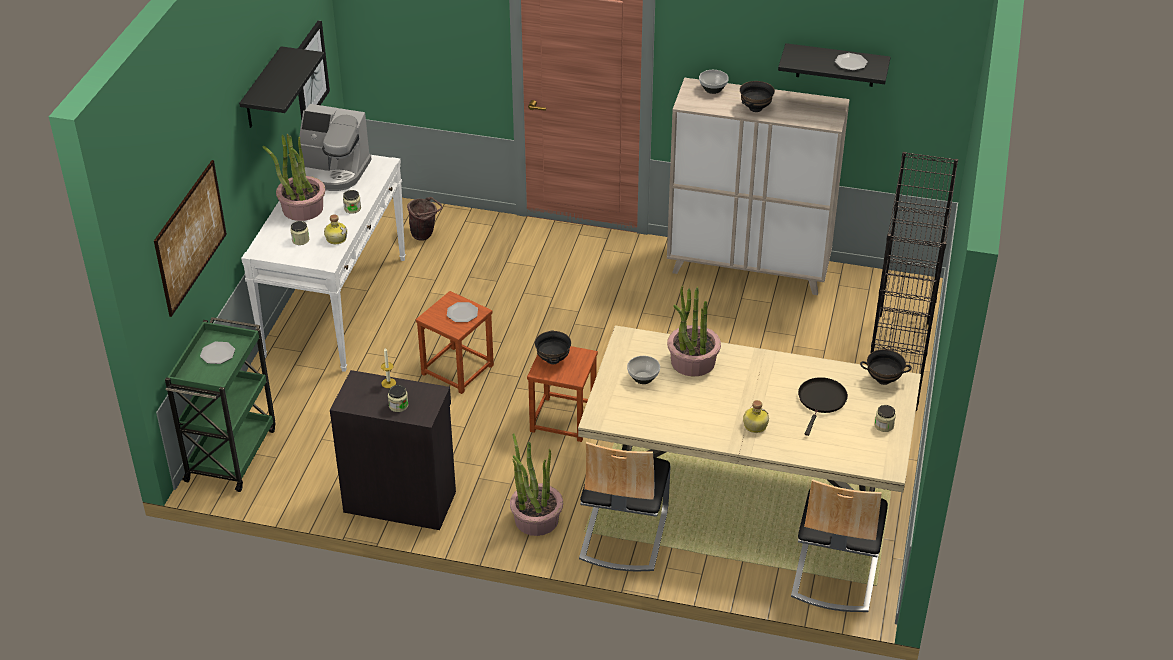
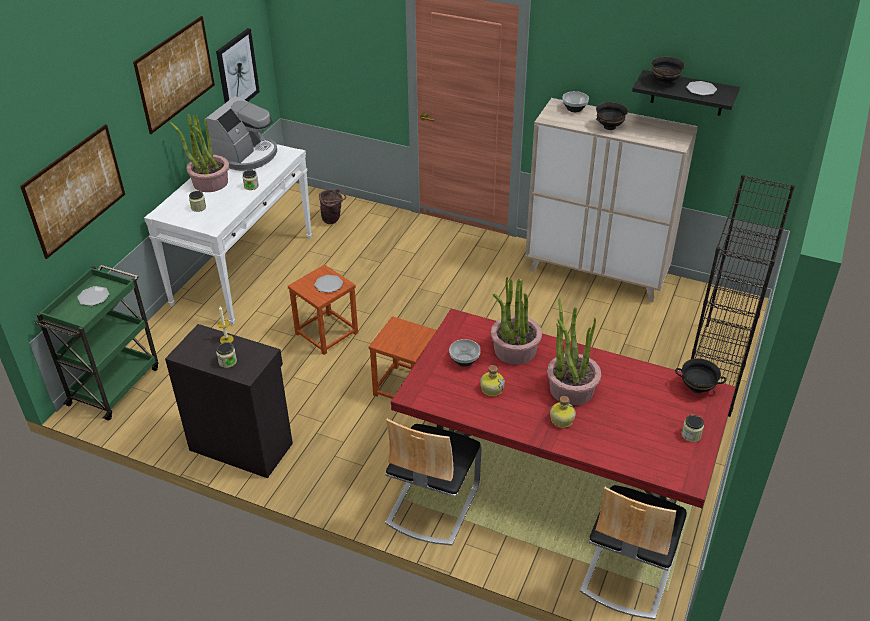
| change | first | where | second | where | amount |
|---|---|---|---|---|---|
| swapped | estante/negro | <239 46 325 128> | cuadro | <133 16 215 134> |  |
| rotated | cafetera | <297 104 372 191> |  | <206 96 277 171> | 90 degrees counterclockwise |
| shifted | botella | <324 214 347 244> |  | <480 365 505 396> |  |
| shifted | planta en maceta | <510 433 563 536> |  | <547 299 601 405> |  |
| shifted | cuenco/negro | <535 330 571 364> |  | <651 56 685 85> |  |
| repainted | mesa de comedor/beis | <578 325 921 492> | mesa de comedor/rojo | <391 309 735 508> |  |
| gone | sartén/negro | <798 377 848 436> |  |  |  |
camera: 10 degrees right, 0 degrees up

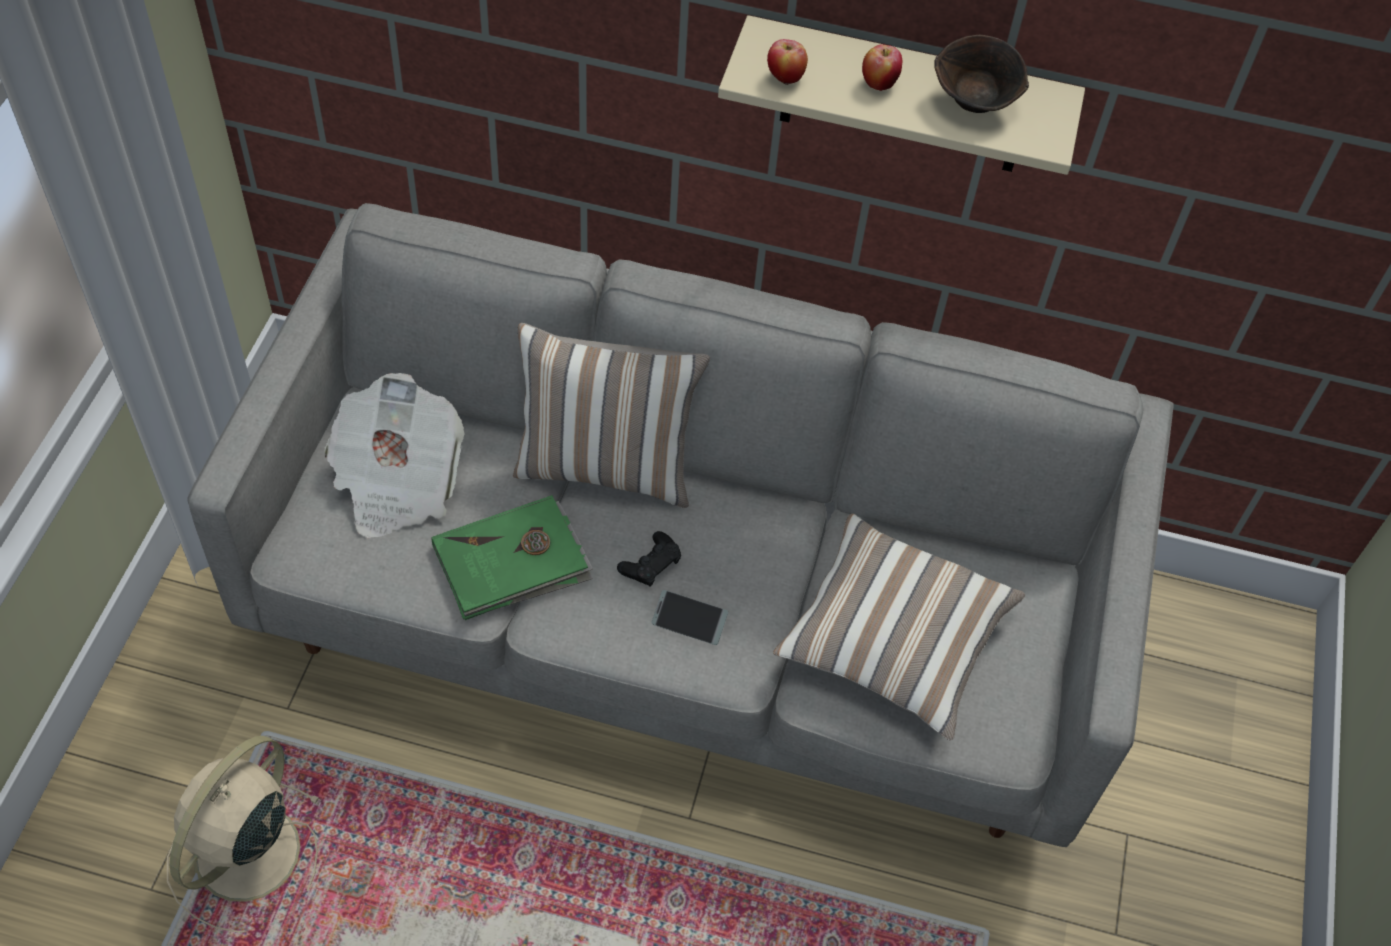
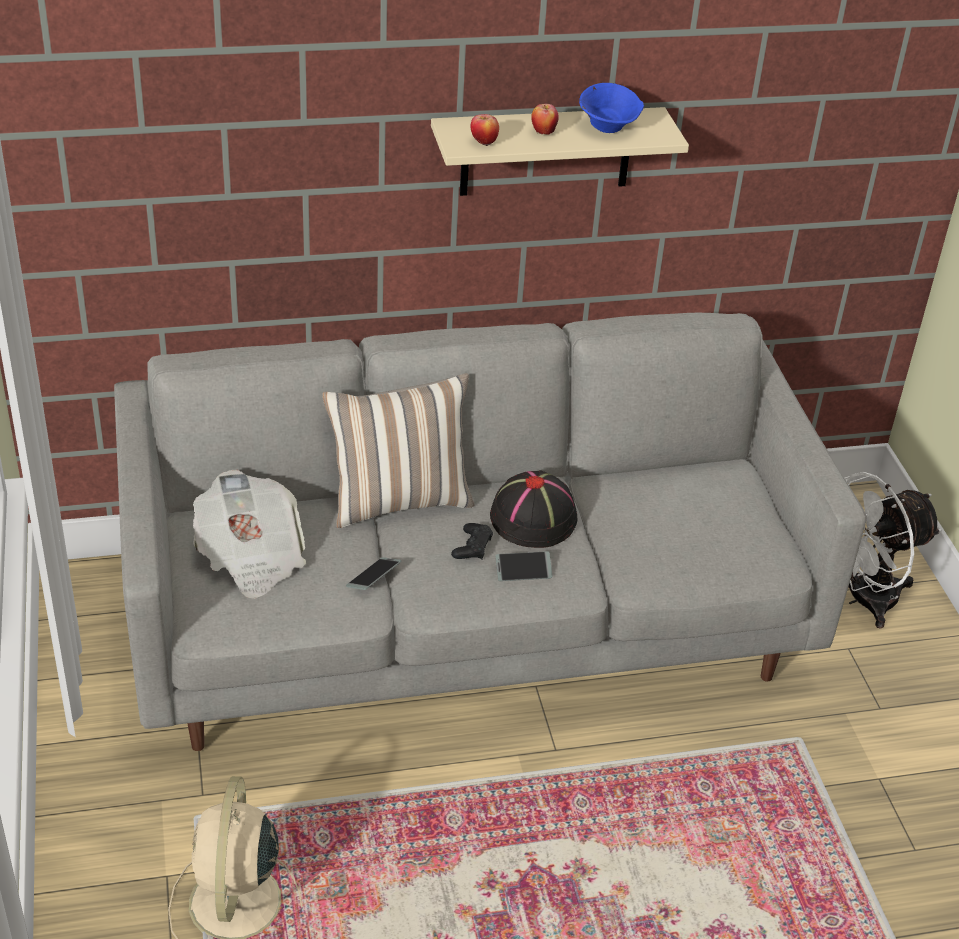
| change | first | where | second | where | amount |
|---|---|---|---|---|---|
| swapped | libro/verde | <431 495 593 620> | móvil | <346 557 401 590> |  |
| gone | cojín | <773 513 1025 740> |  |  |  |
| repainted | cuenco/marrón | <934 35 1029 113> | cuenco/azul | <579 83 644 133> |  |
| new |  |  | sombrero/negro | <490 470 577 548> |  |
| new |  |  | ventilador/blanco | <845 472 942 629> |  |
camera: 25 degrees left, 15 degrees down

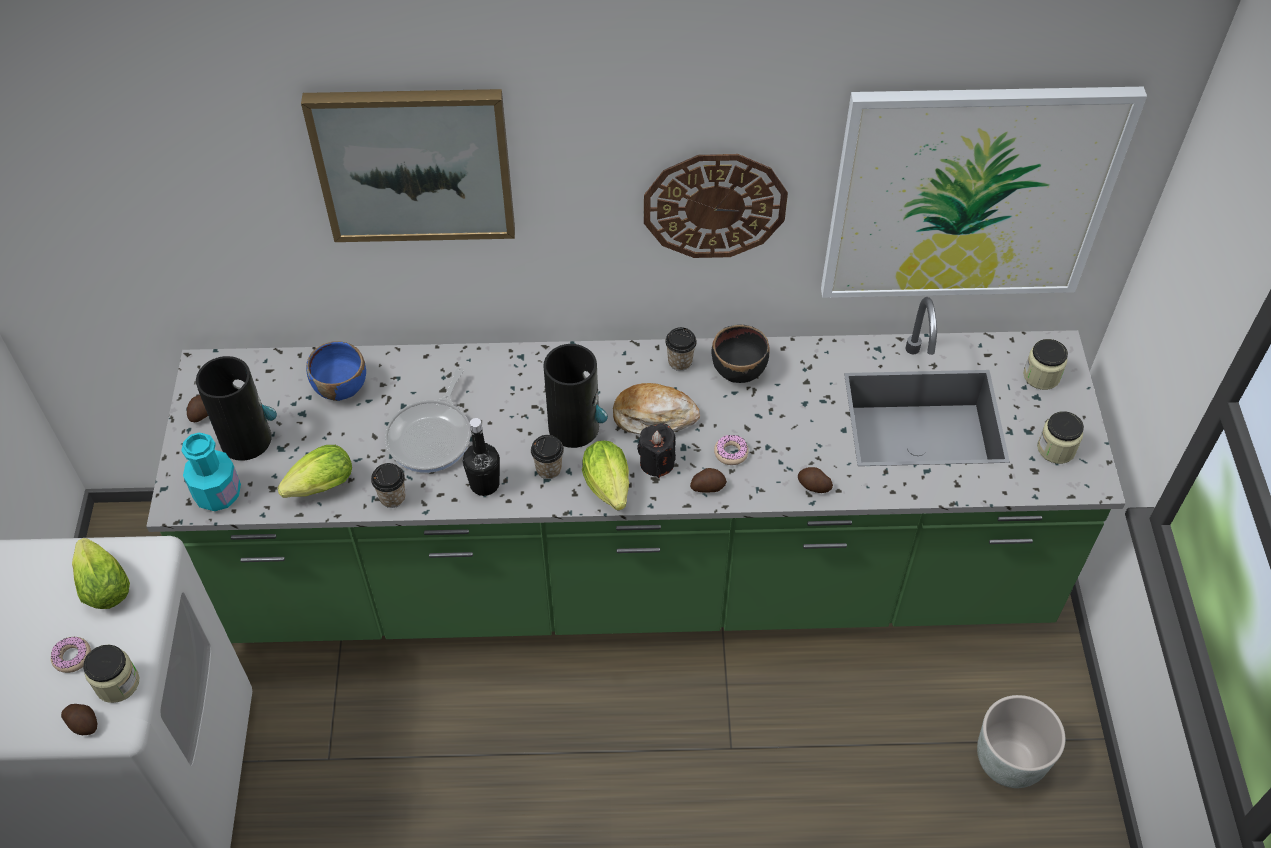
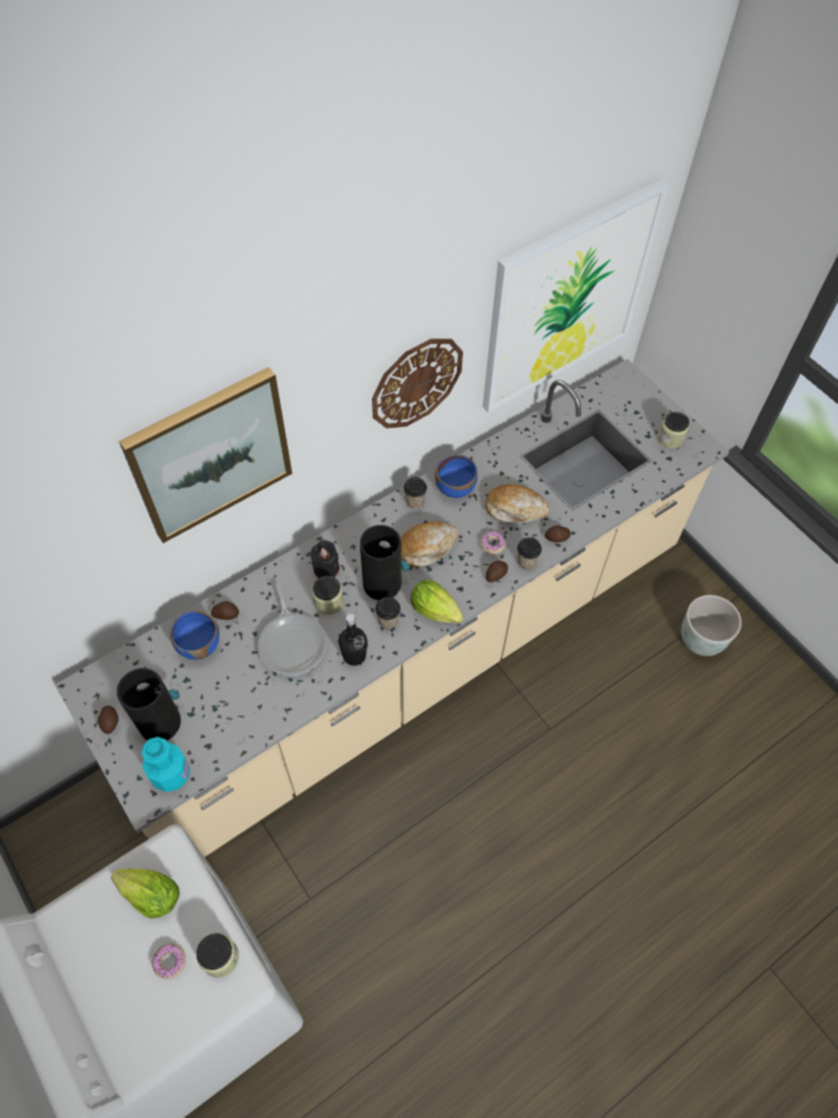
| change | first | where | second | where | amount |
|---|---|---|---|---|---|
| shifted | patata | <61 704 97 735> |  | <211 601 239 620> |  |
| repainted | mueble bajo de cocina/verde | <146 297 1126 643> | mueble bajo de cocina/beis | <55 359 729 857> |  |
| gone | lechuga | <277 445 352 498> |  |  |  |
| shifted | taza | <371 463 405 508> |  | <517 537 542 570> |  |
| shifted | vela/negro | <637 423 676 478> |  | <310 540 340 578> |  |
| repainted | cuenco/negro | <711 324 770 383> | cuenco/azul | <435 454 478 498> |  |
| shifted | tarro | <1023 339 1068 390> |  | <312 576 343 615> |  |
| new |  |  | pan | <486 484 549 523> |  |
camera: 35 degrees left, 5 degrees up

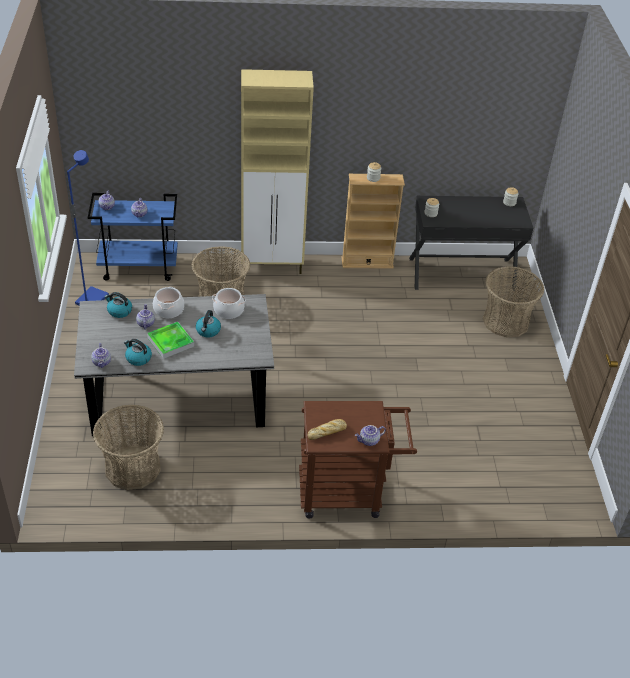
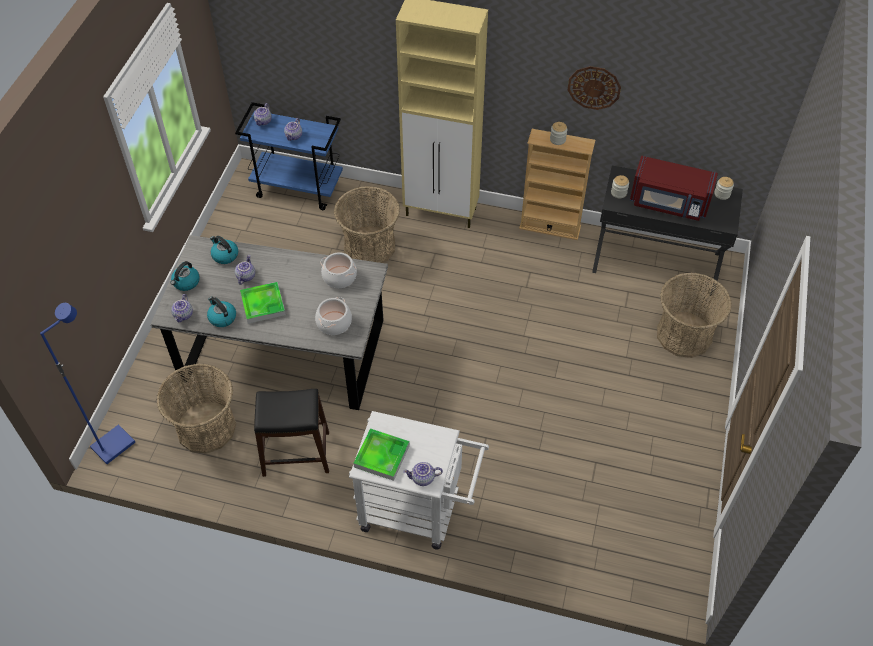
| change | first | where | second | where | amount |
|---|---|---|---|---|---|
| shifted | lámpara de pie/azul | <67 150 109 306> |  | <40 303 135 464> |  |
| shifted | olla | <153 287 184 318> |  | <315 297 352 335> |  |
| shifted | hervidor | <196 310 221 337> |  | <171 261 200 291> |  |
| repainted | carrito/marrón | <299 401 417 519> | carrito/blanco | <349 411 489 550> |  |
| swapped | pan | <307 419 347 440> | bandeja | <353 428 410 481> |  |
| new |  |  | taburete/negro | <254 389 329 477> |  |
| new |  |  | reloj de pared | <568 66 621 110> |  |
| new |  |  | microondas/rojo | <630 156 718 221> |  |
camera: 20 degrees right, 10 degrees up

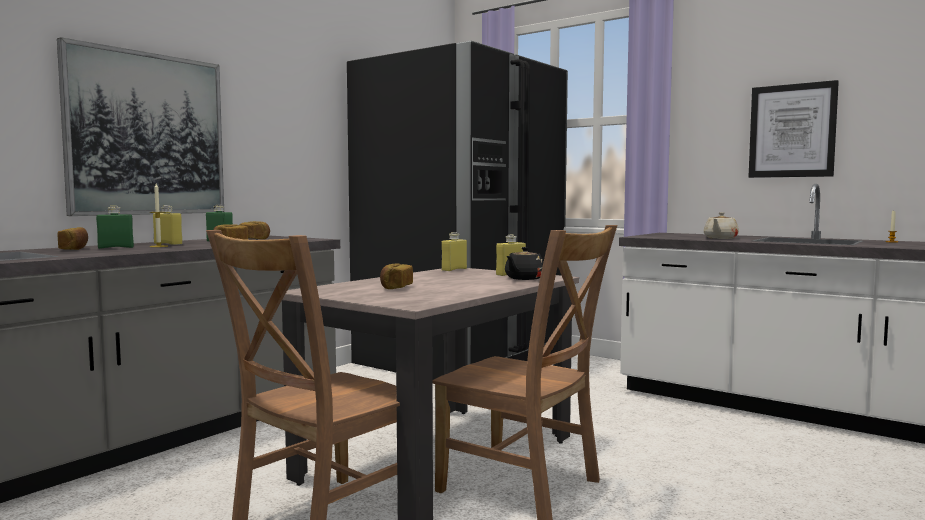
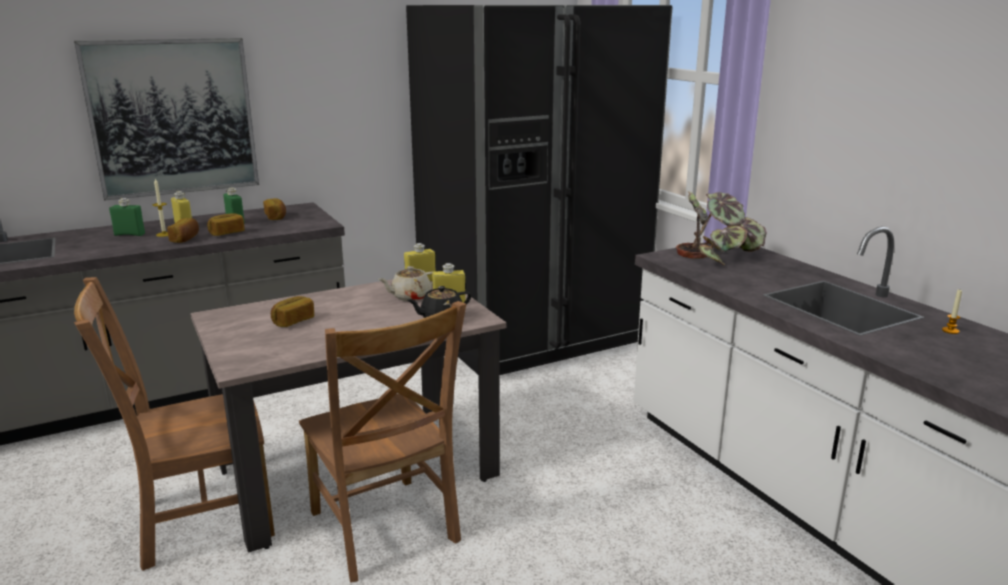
| change | first | where | second | where | amount |
|---|---|---|---|---|---|
| shifted | pan | <58 227 88 250> |  | <167 218 199 243> |  |
| shifted | tetera/beis | <704 212 739 239> |  | <378 266 434 301> |  |
| gone | cuadro | <749 80 839 178> |  |  |  |
| new |  |  | planta en maceta | <676 191 767 265> |  |
camera: 25 degrees right, 15 degrees up

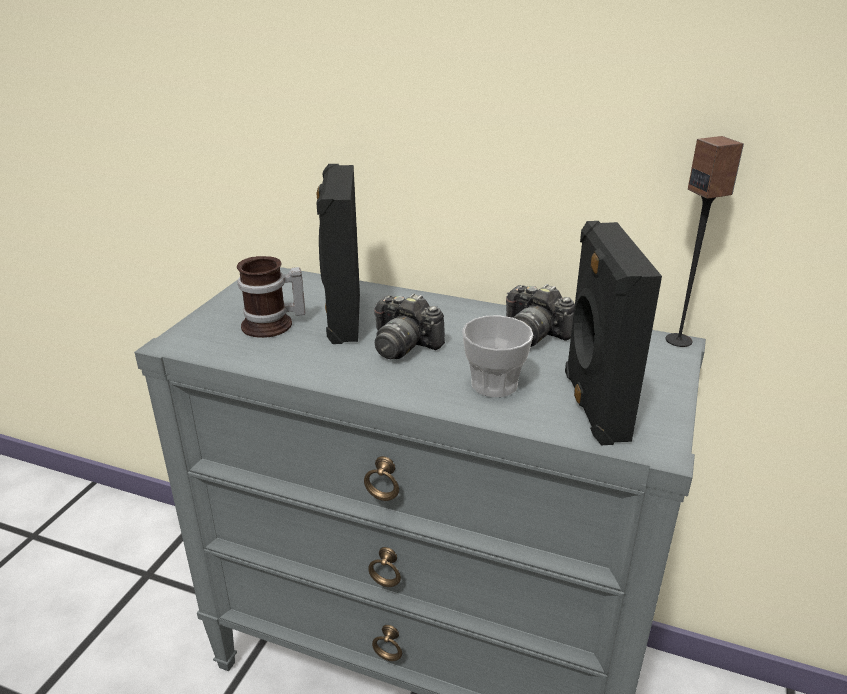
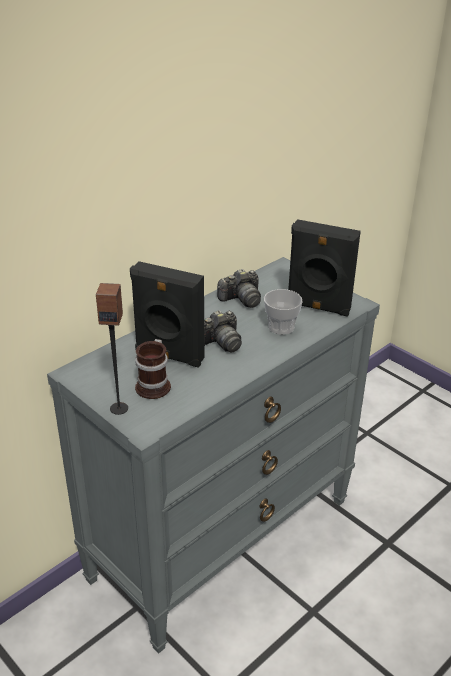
| change | first | where | second | where | amount |
|---|---|---|---|---|---|
| shifted | altavoz | <665 136 744 347> |  | <96 283 128 415> |  |
camera: 65 degrees left, 5 degrees up

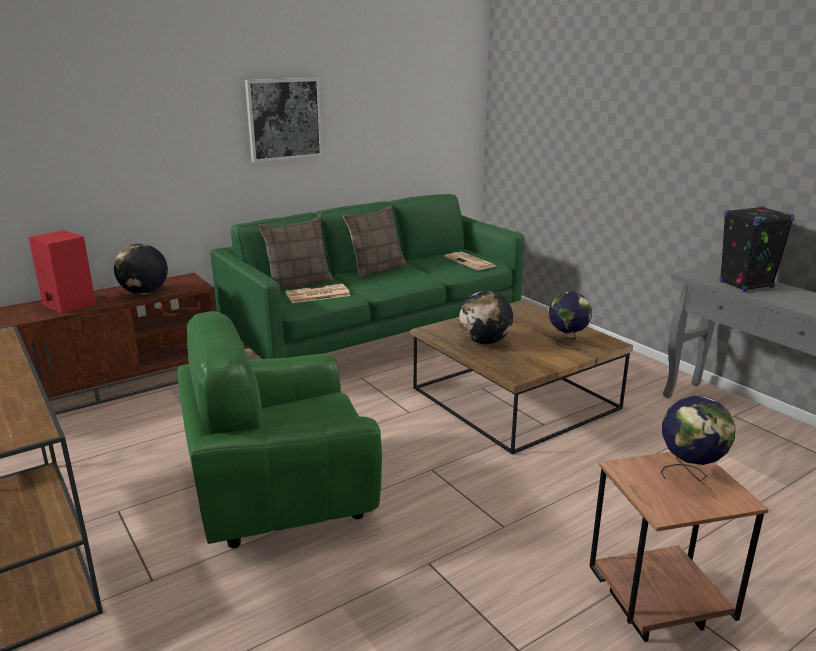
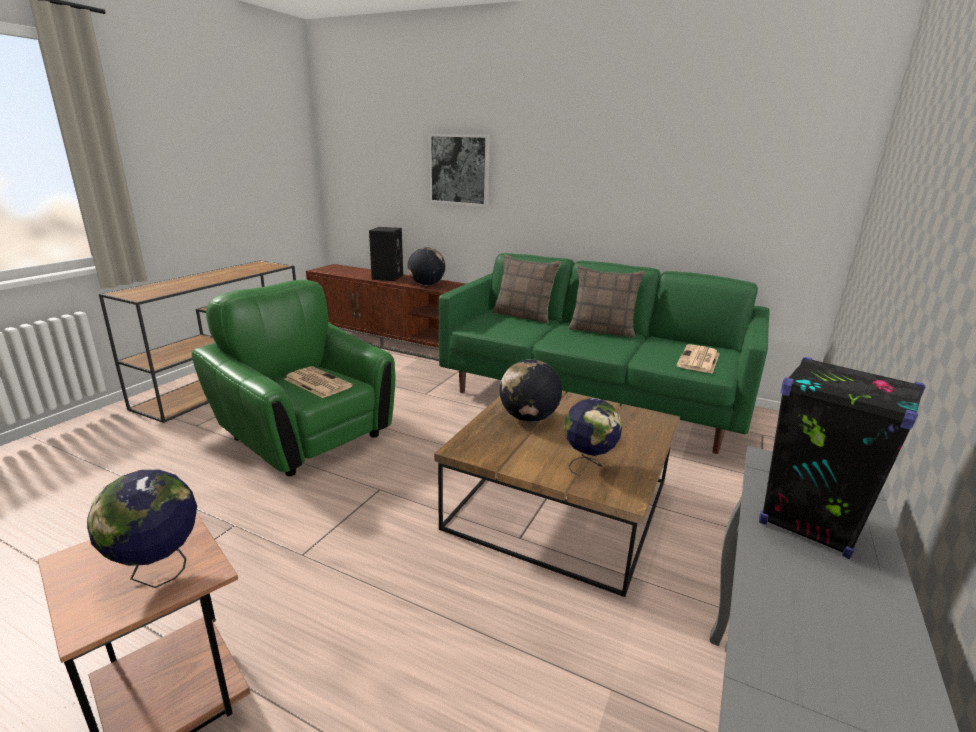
| change | first | where | second | where | amount |
|---|---|---|---|---|---|
| repainted | altavoz/rojo | <28 230 96 314> | altavoz/negro | <369 227 403 281> |  |
| shifted | cuadro | <245 78 323 162> |  | <429 134 490 207> |  |
| shifted | periódico | <285 284 351 303> |  | <285 366 353 398> |  |
camera: 60 degrees right, 0 degrees up

